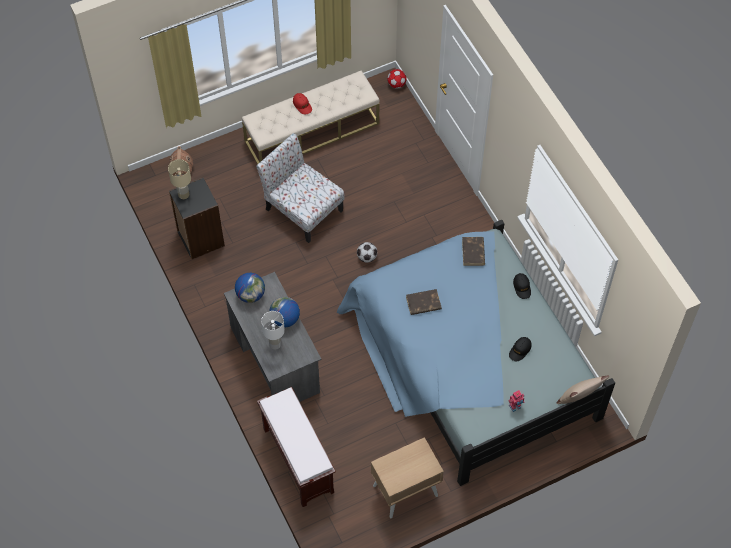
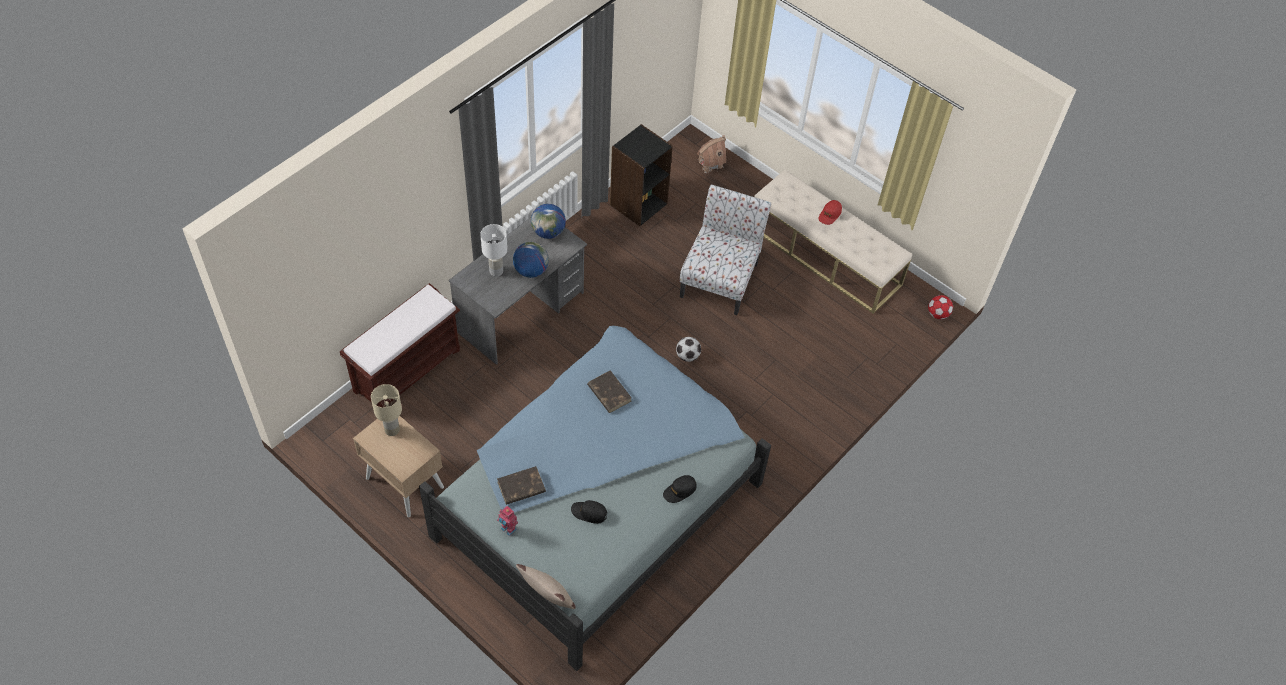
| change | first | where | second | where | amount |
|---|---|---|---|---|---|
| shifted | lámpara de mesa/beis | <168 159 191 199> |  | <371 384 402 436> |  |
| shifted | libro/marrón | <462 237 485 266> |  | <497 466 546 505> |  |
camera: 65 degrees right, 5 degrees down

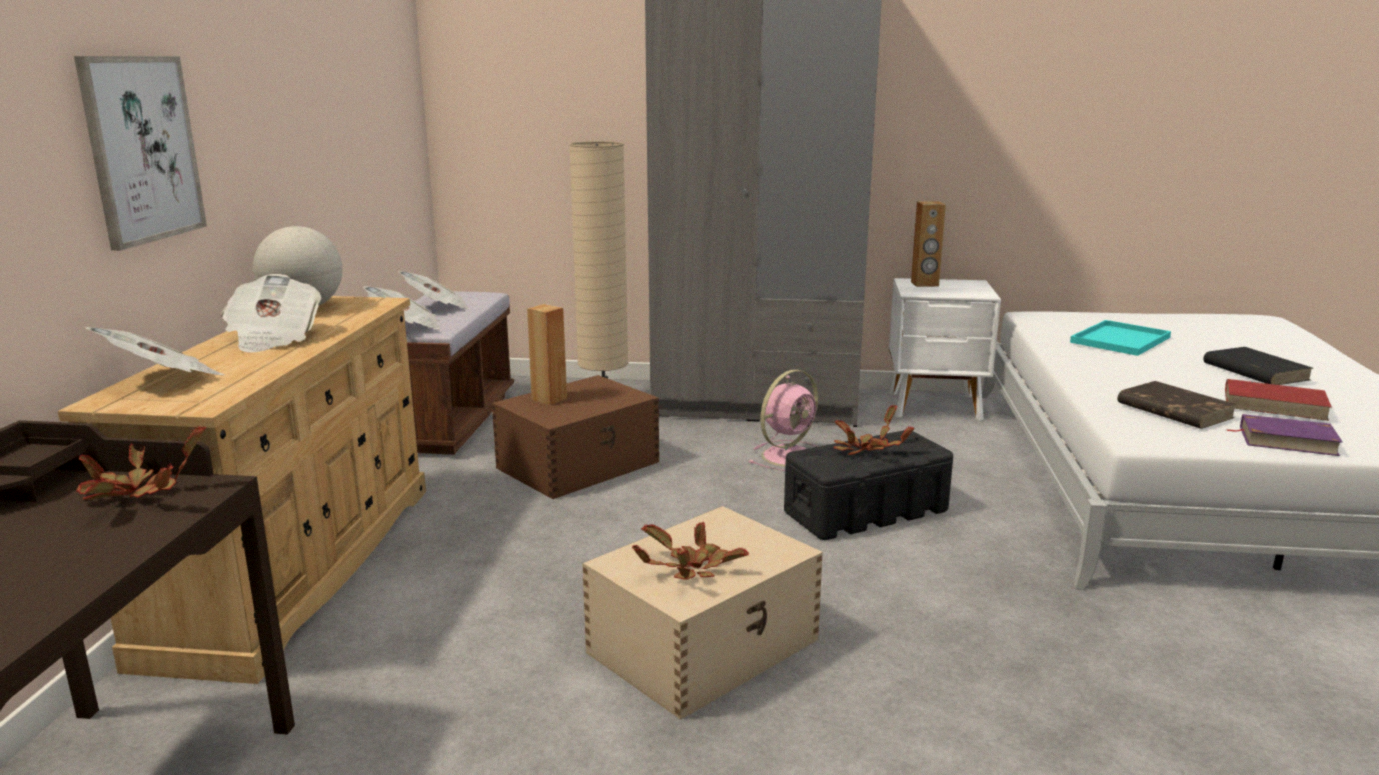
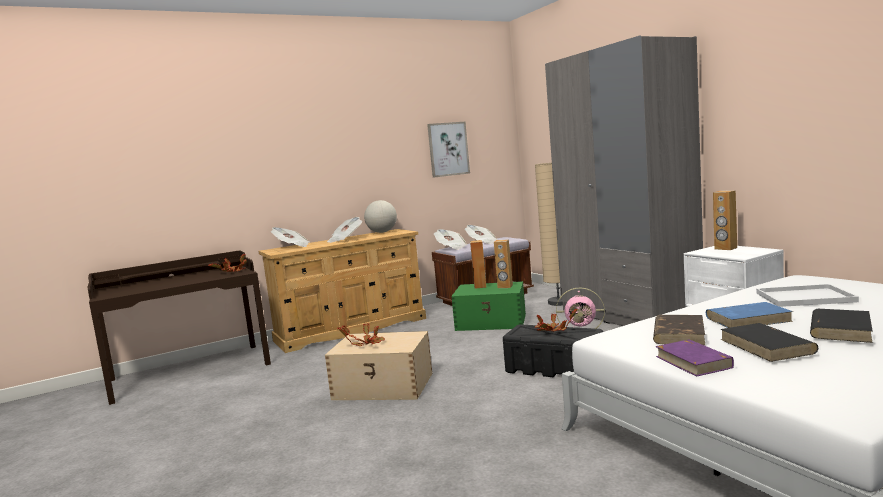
| change | first | where | second | where | amount |
|---|---|---|---|---|---|
| shifted | cuadro | <74 56 207 251> |  | <427 122 470 178> |  |
| repainted | caja de almacenaje/marrón | <492 375 659 499> | caja de almacenaje/verde | <451 281 526 331> |  |
| repainted | bandeja/turquesa | <1070 320 1171 356> | bandeja/blanco | <756 284 859 307> |  |
| repainted | libro/rojo | <1225 379 1332 421> | libro/negro | <720 323 818 362> |  |
| new |  |  | altavoz/marrón | <494 239 513 288> |  |
| new |  |  | libro/azul | <706 302 793 328> |  |
camera: 55 degrees right, 10 degrees down

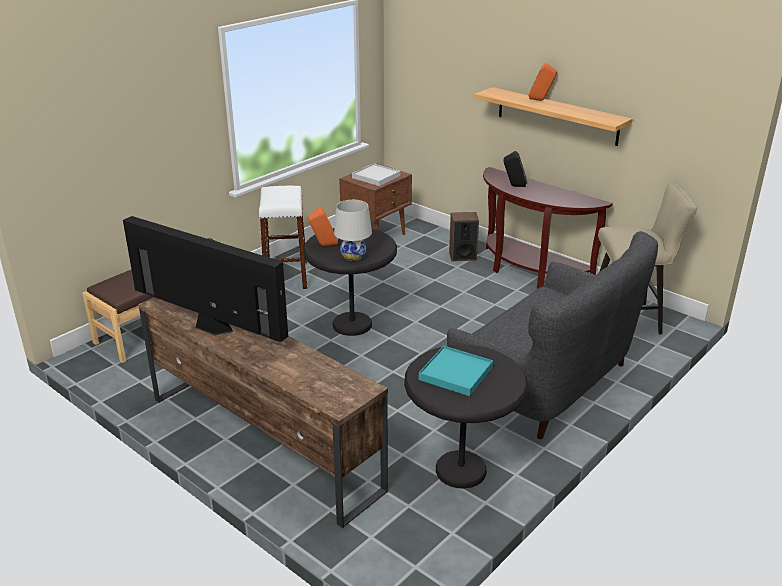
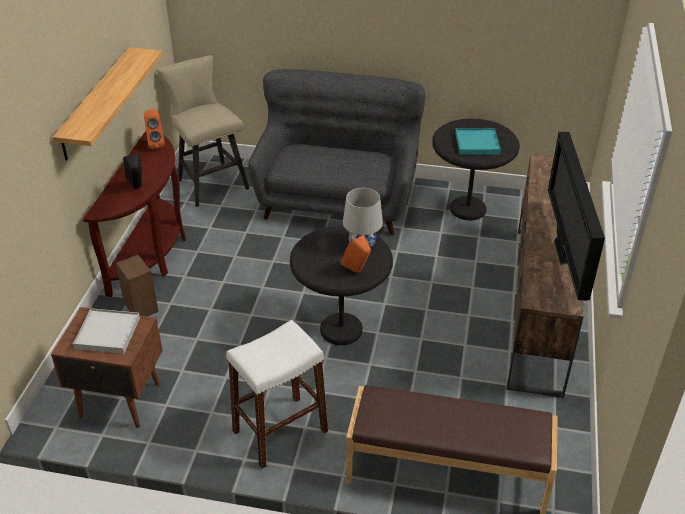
| change | first | where | second | where | amount |
|---|---|---|---|---|---|
| shifted | altavoz/naranja | <528 63 557 101> |  | <144 110 165 149> |  |
camera: 120 degrees left, 10 degrees up

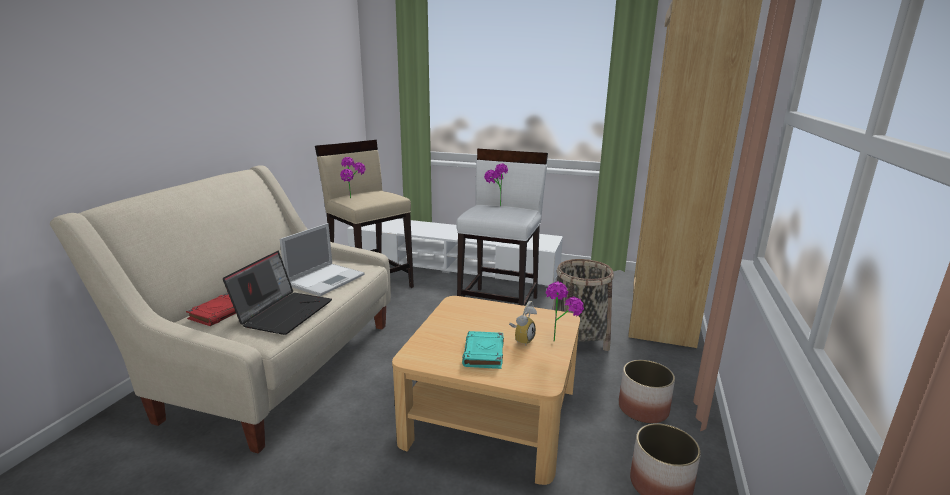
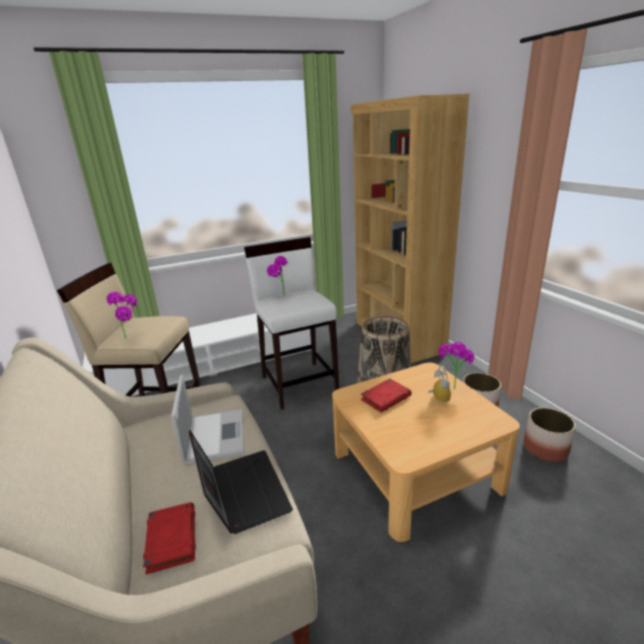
| change | first | where | second | where | amount |
|---|---|---|---|---|---|
| gone | libro/turquesa | <462 331 504 369> |  |  |  |
| new |  |  | libro/rojo | <361 379 412 413> |  |
camera: 40 degrees left, 5 degrees up

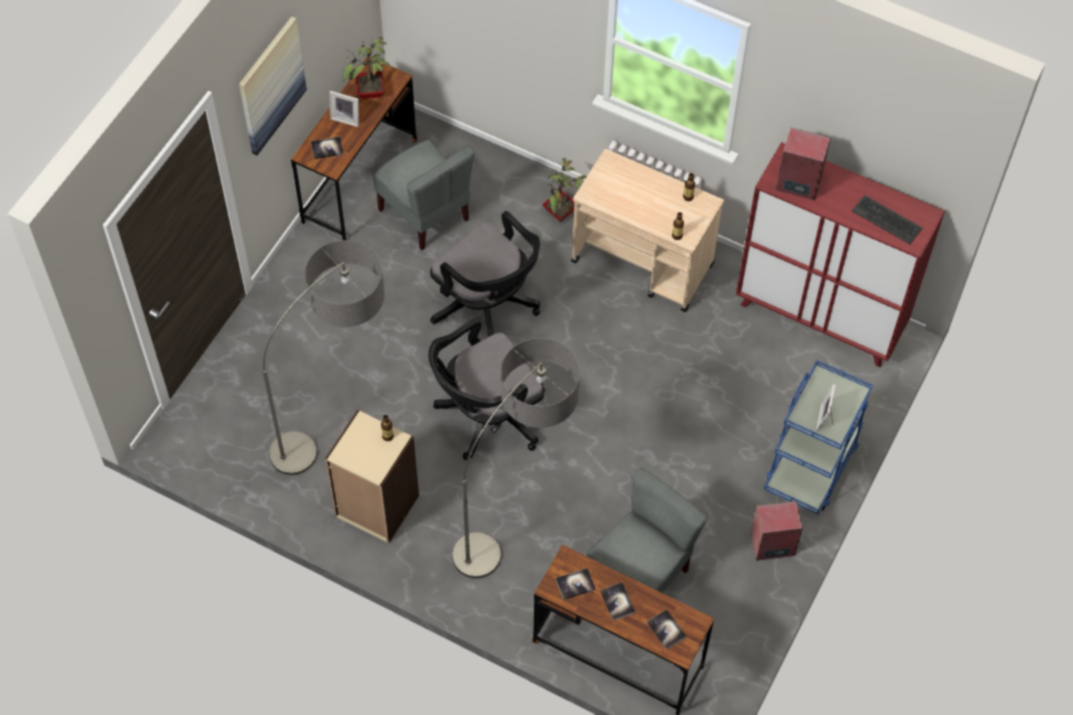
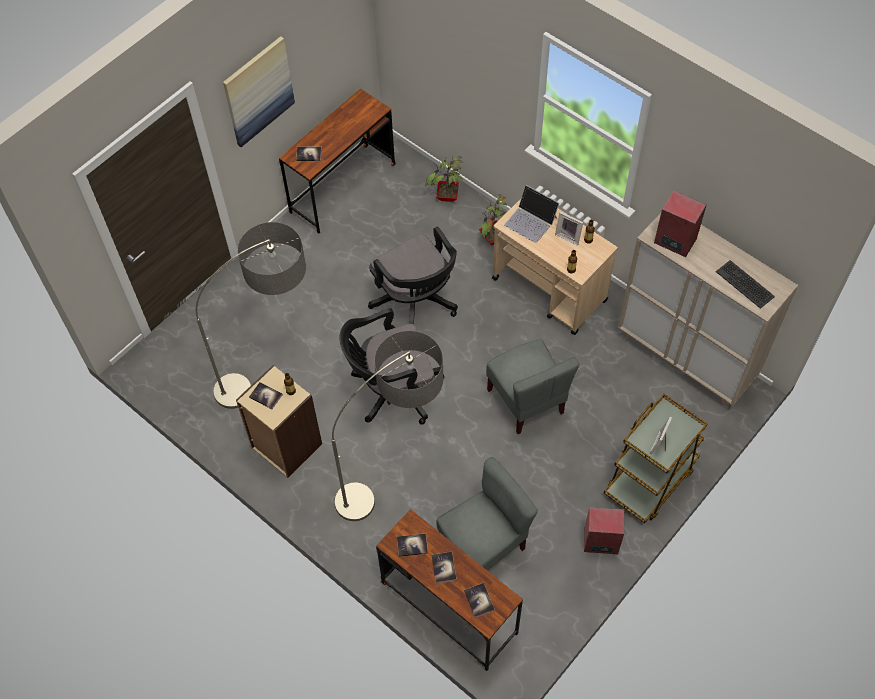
| change | first | where | second | where | amount |
|---|---|---|---|---|---|
| shifted | portarretratos | <329 91 359 127> |  | <555 212 583 246> |  |
| shifted | planta en maceta | <342 37 391 99> |  | <426 155 464 202> |  |
| shifted | silla/gris | <373 140 475 250> |  | <486 339 579 434> |  |
| repainted | armario/rojo | <736 142 945 367> | armario/beis | <618 213 798 409> |  |
| repainted | carrito/azul | <764 360 873 514> | carrito/marrón | <604 394 708 524> |  |
| new |  |  | libro | <249 382 283 409> |  |
| new |  |  | portátil | <504 185 559 243> |  |
camera: 15 degrees right, 0 degrees up

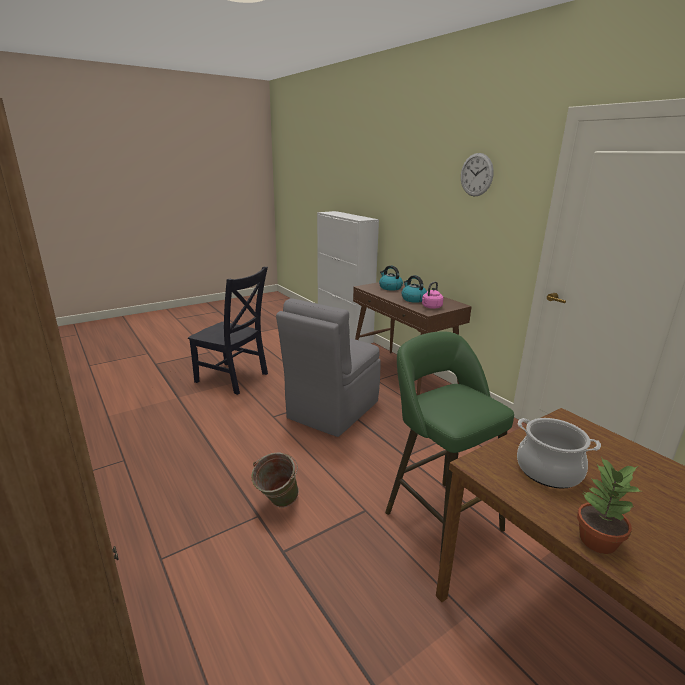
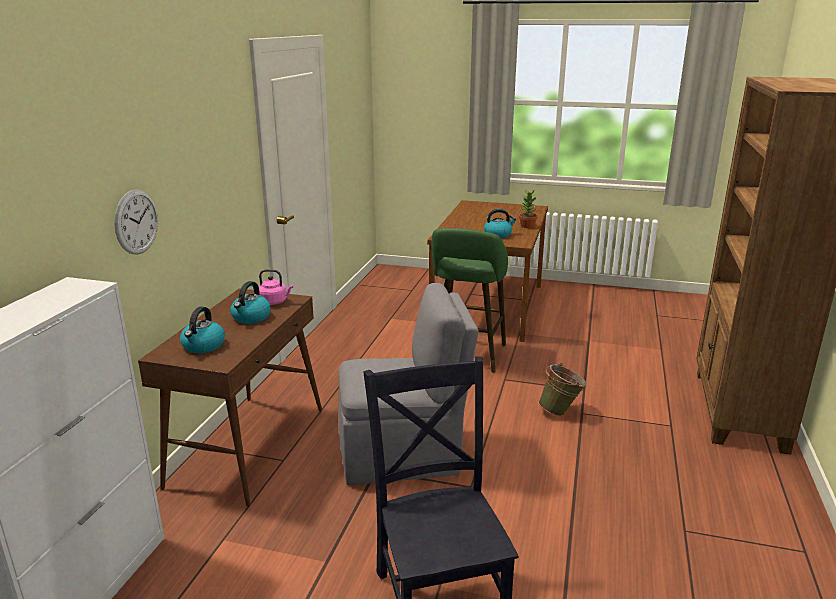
| change | first | where | second | where | amount |
|---|---|---|---|---|---|
| shifted | reloj de pared | <461 153 494 196> |  | <114 189 158 255> |  |
| swapped | olla | <517 418 601 489> | hervidor | <484 209 516 238> |  |
camera: 130 degrees left, 0 degrees up

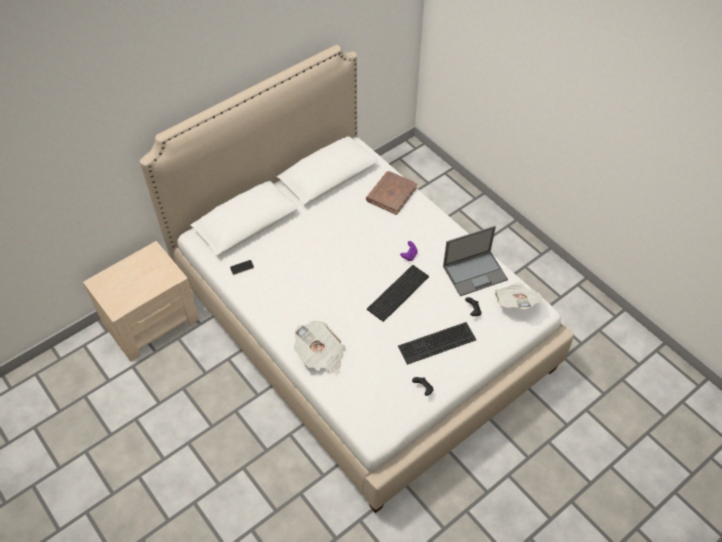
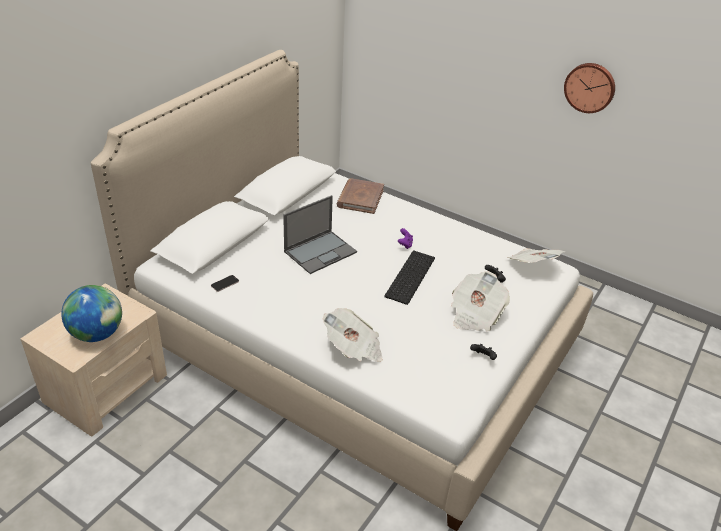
| change | first | where | second | where | amount |
|---|---|---|---|---|---|
| swapped | teclado | <398 322 476 365> | periódico | <451 272 510 331> |  |
| shifted | portátil | <443 226 508 296> |  | <283 195 357 274> |  |
| new |  |  | globo terráqueo | <61 285 122 342> |  |
| new |  |  | reloj de pared | <564 63 615 113> |  |
camera: 20 degrees left, 15 degrees down

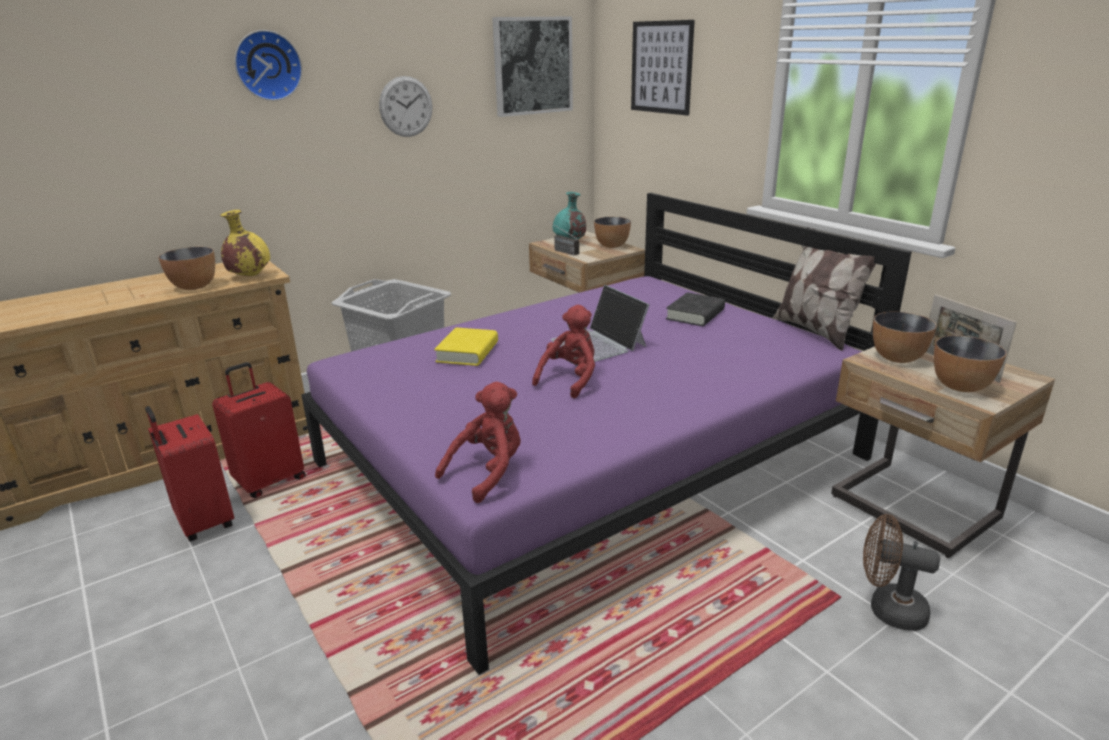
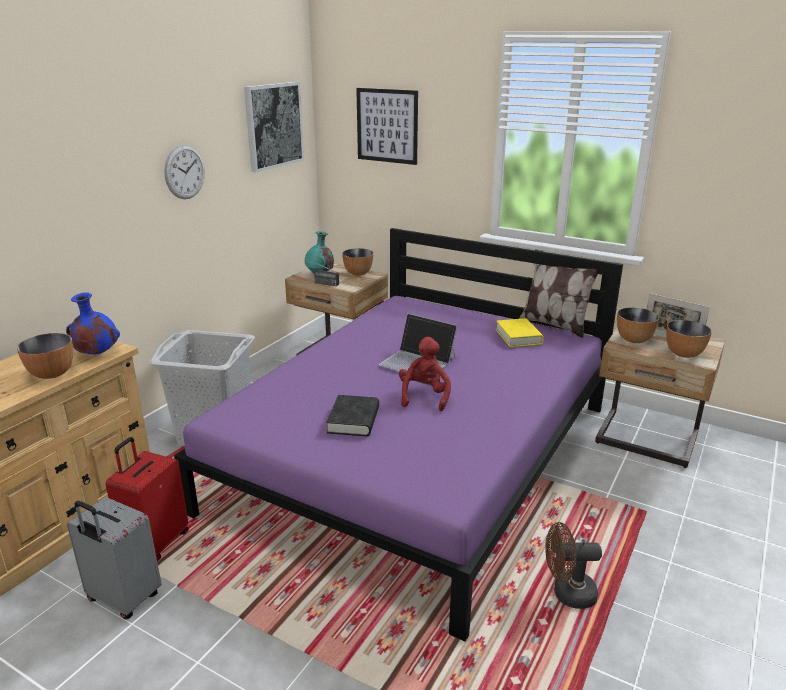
| change | first | where | second | where | amount |
|---|---|---|---|---|---|
| repainted | maleta/rojo | <145 406 234 542> | maleta/gris | <67 497 162 619> |  |
| repainted | florero/amarillo | <220 210 270 276> | florero/azul | <66 292 120 354> |  |
| gone | reloj de pared | <234 30 302 101> |  |  |  |
| shifted | libro/amarillo | <434 327 498 366> |  | <496 318 544 347> |  |
| gone | peluche/rojo | <435 382 521 503> |  |  |  |
| shifted | libro/negro | <666 292 725 326> |  | <326 395 379 436> |  |
| shifted | ventilador/marrón | <863 514 940 631> |  | <545 522 602 609> |  |
camera: 25 degrees left, 0 degrees up

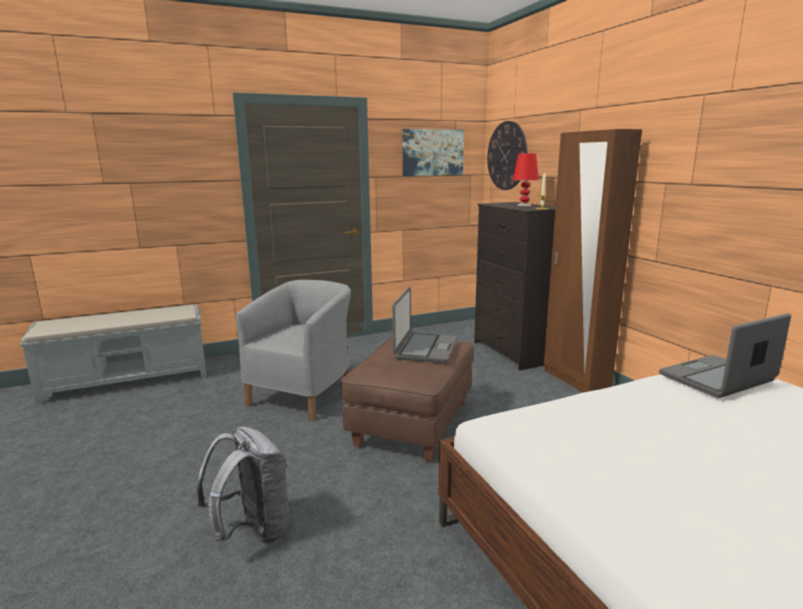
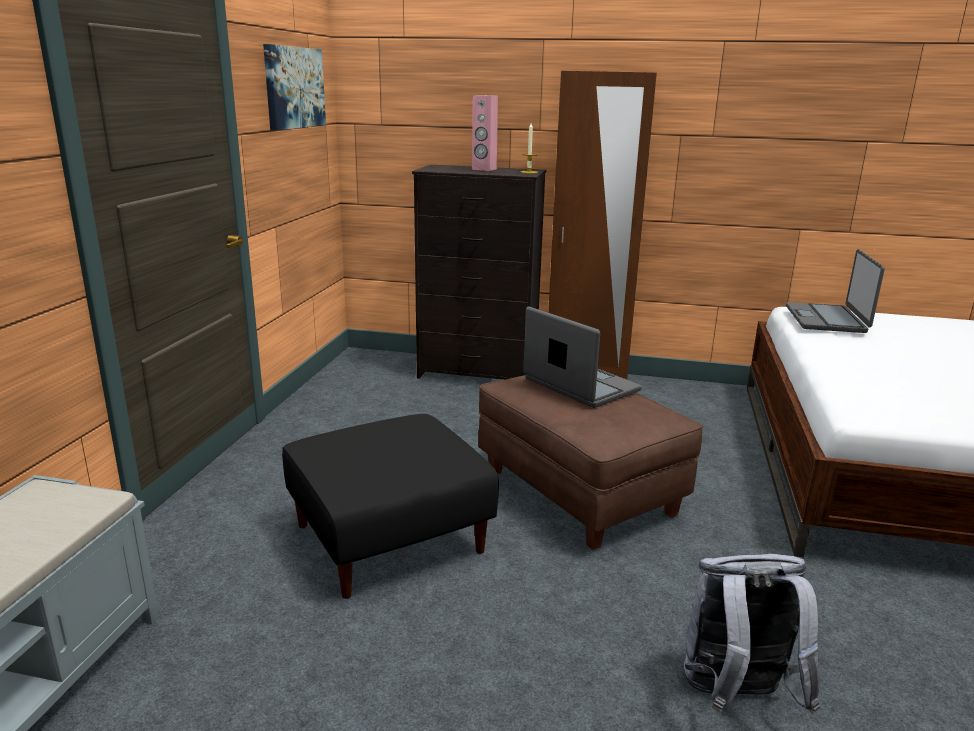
| change | first | where | second | where | amount |
|---|---|---|---|---|---|
| swapped | sillón/gris | <236 280 351 421> | puf/negro | <282 414 499 599> |  |
| gone | reloj de pared | <487 121 527 190> |  |  |  |
| swapped | lámpara de mesa/rojo | <513 153 539 206> | altavoz/rosa | <472 95 498 171> |  |
camera: 55 degrees left, 5 degrees up

